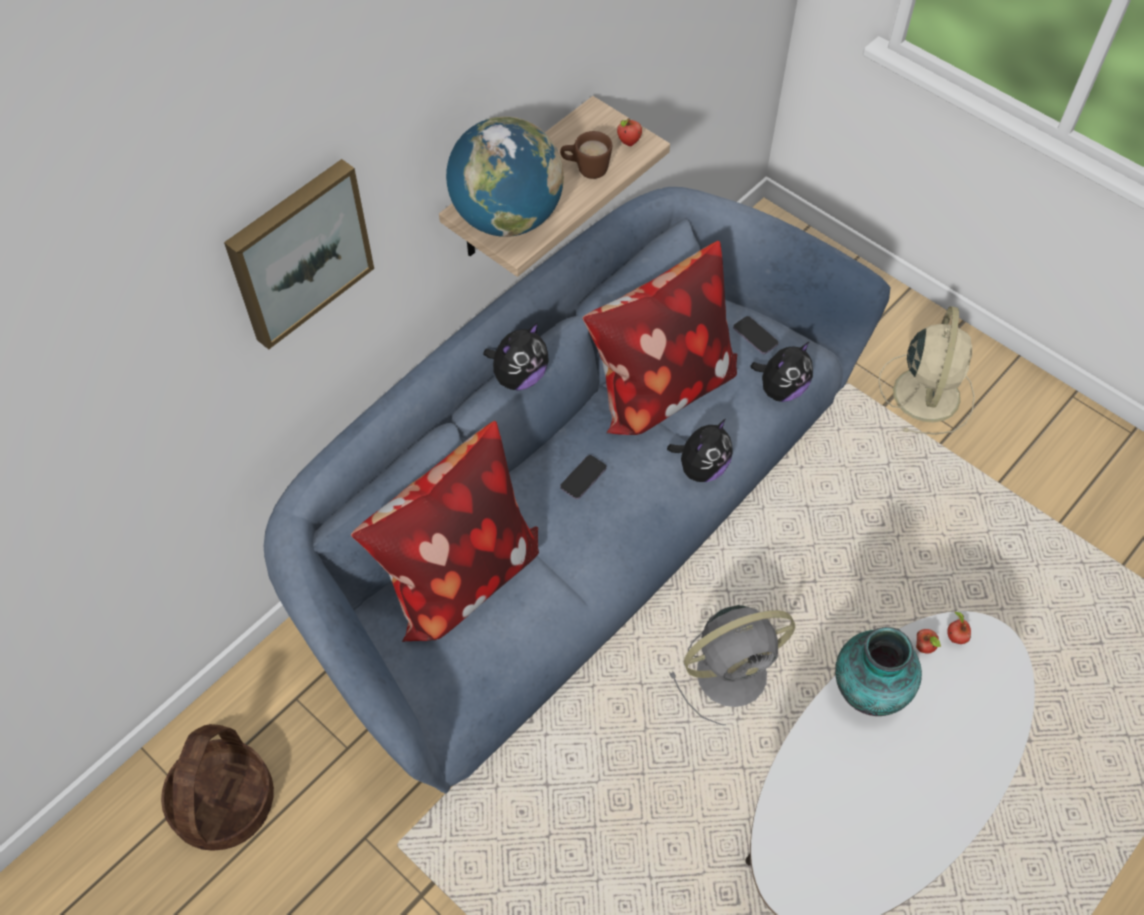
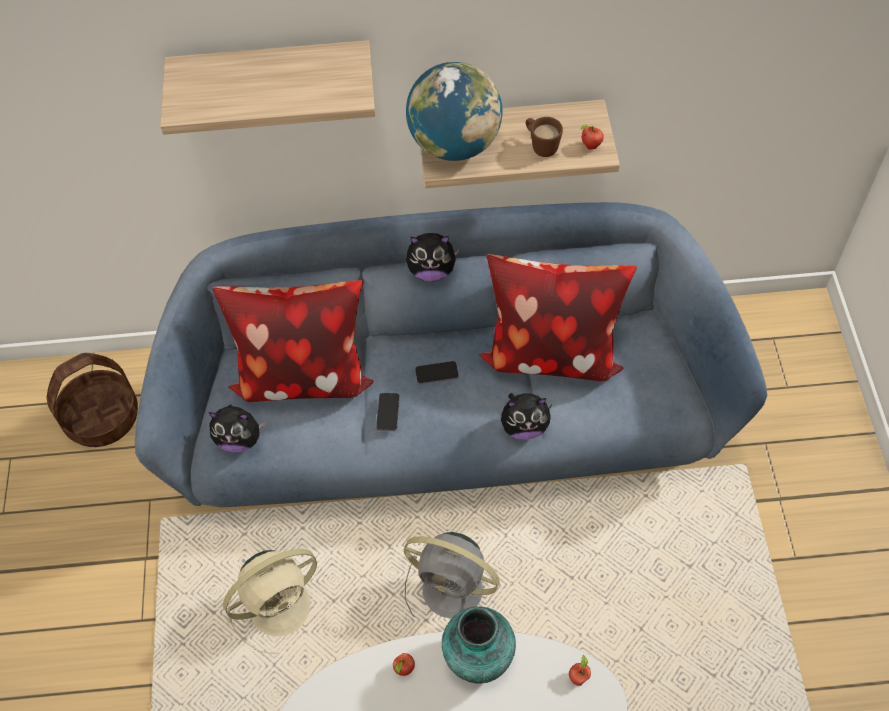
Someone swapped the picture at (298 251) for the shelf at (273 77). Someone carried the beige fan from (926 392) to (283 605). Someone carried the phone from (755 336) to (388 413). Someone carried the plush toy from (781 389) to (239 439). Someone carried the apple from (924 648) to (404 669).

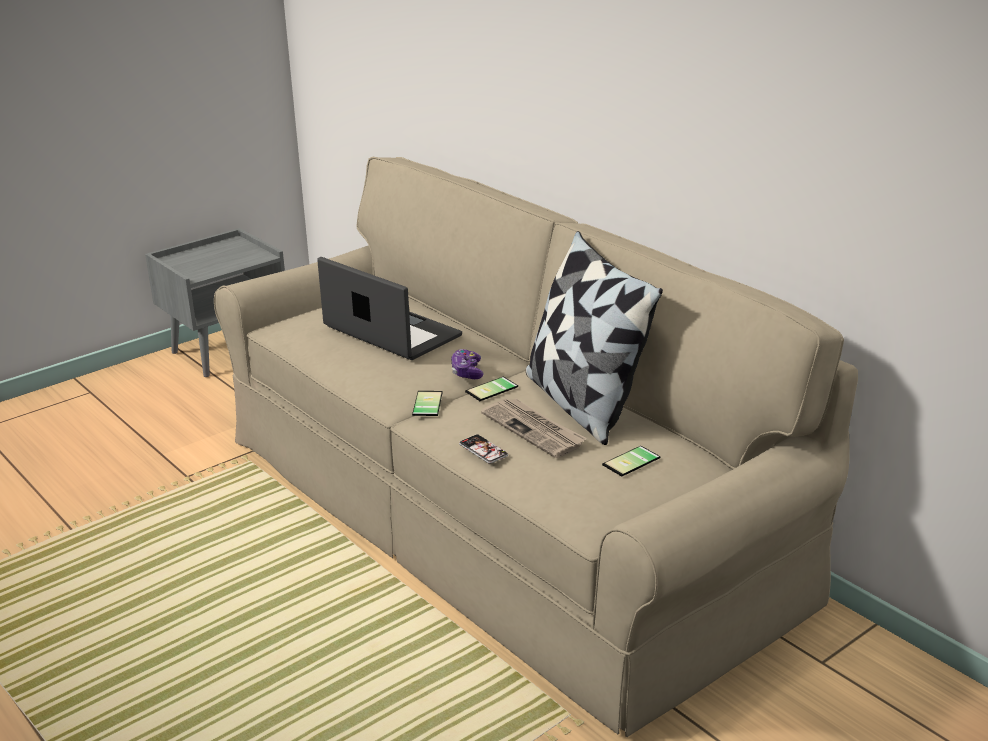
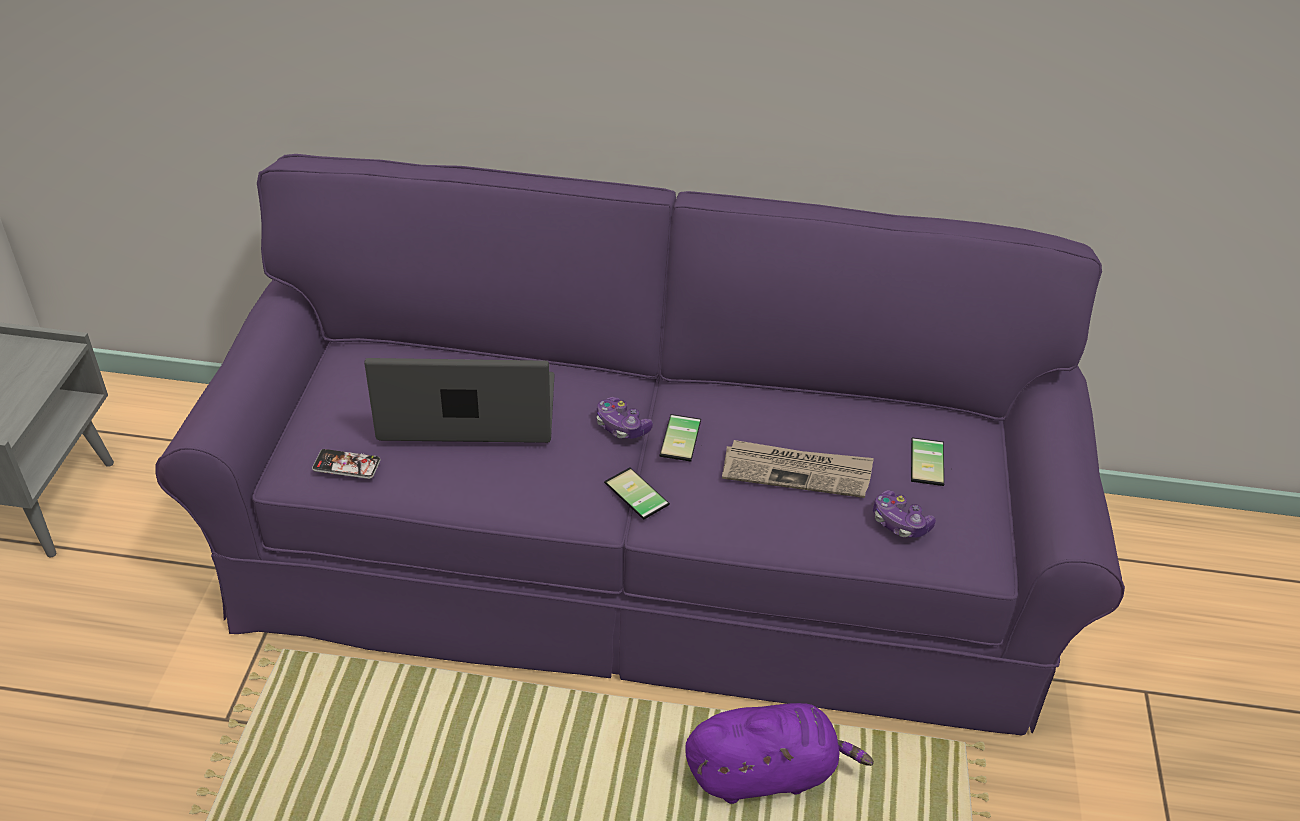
Someone repainted the beige sofa at (498 515), which became the purple sofa at (644 557). Someone took away the pillow at (583 404). Someone carried the phone from (483 450) to (346 465). Someone put down the game controller at (899 523). Someone put down the purple plush toy at (765 772).

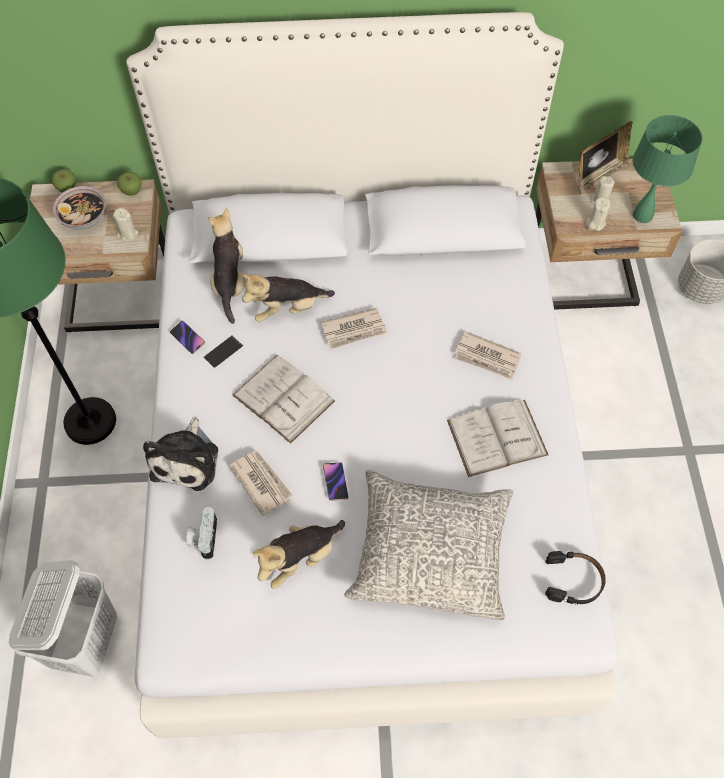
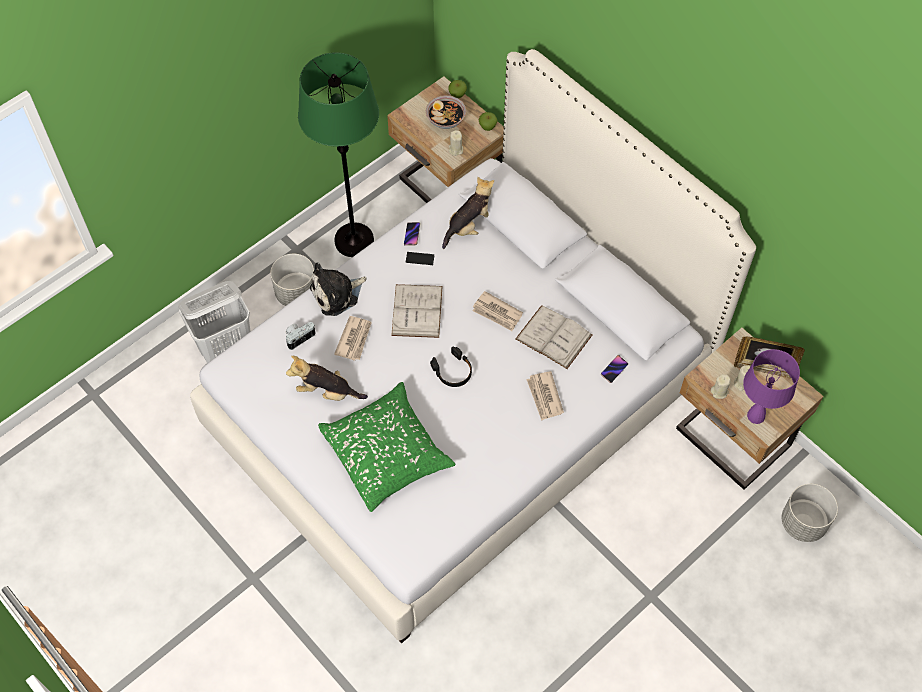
Someone repainted the green table lamp at (643 215), which became the purple table lamp at (756 416). Someone took away the plush toy at (288 309). Someone carried the white book from (497 437) to (553 337). Someone carried the phone from (335 482) to (614 370). Someone repainted the grey pillow at (430 551), which became the green pillow at (387 453). Someone carried the black headphones from (573 580) to (453 371). Someone put down the grey planter at (296 293).

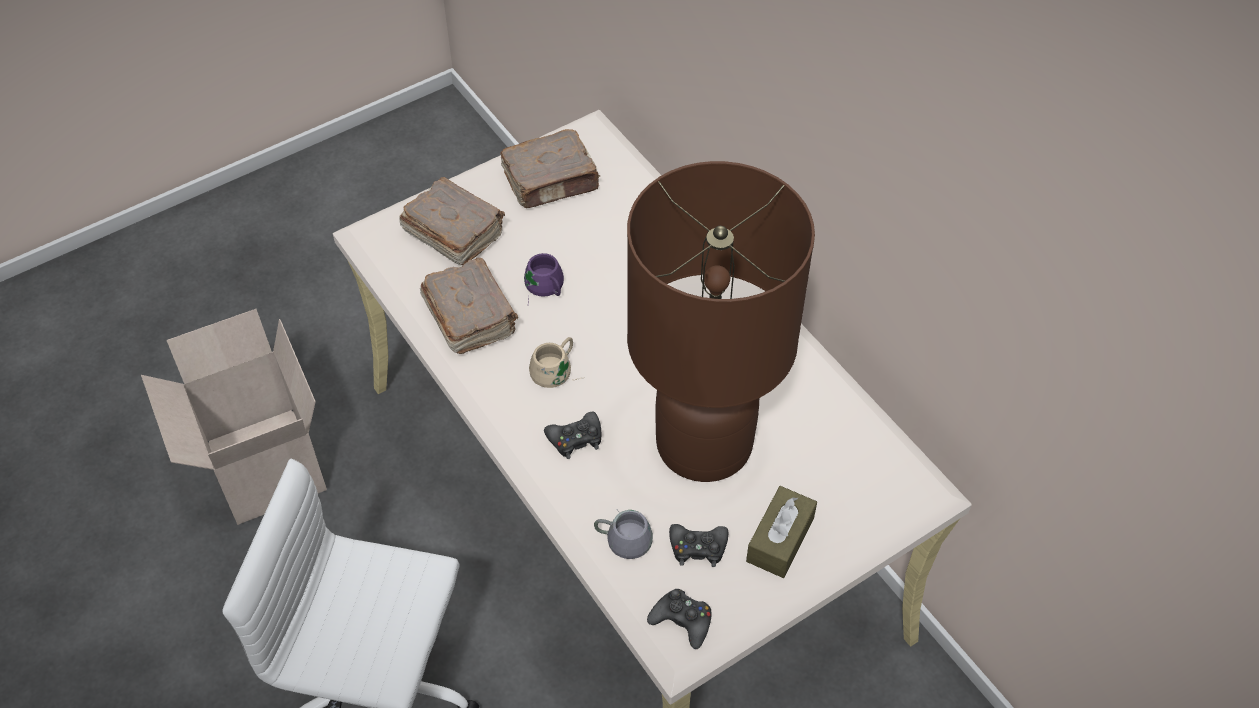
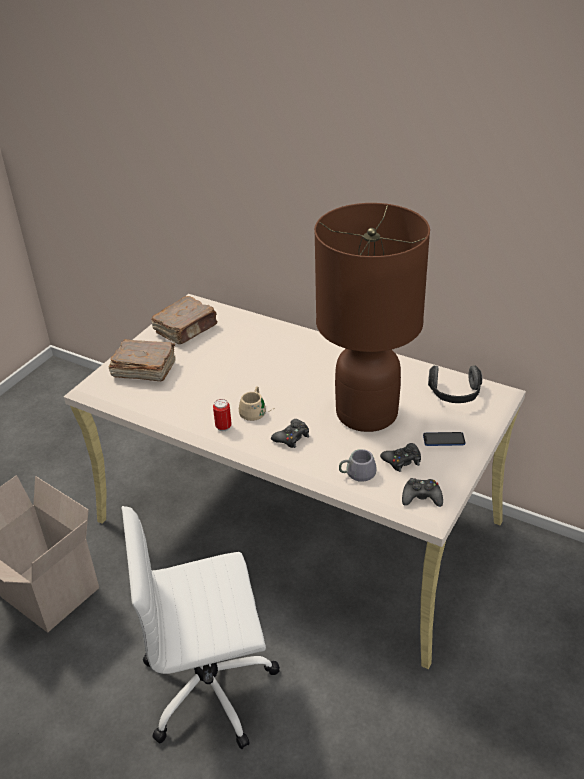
Someone took away the purple mug at (543 288). Someone took away the brown book at (470 316). Someone swapped the brown tissue box at (780 540) for the phone at (443 440). Someone put down the headphones at (454 395). Someone put down the can at (223 427).

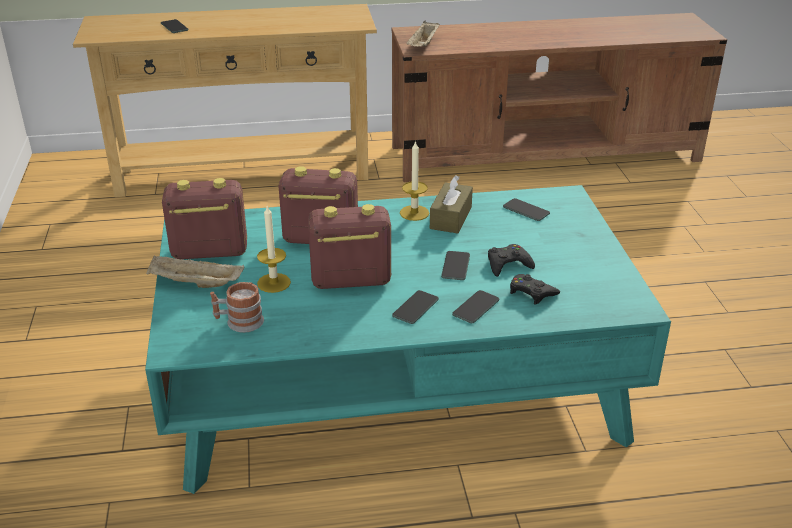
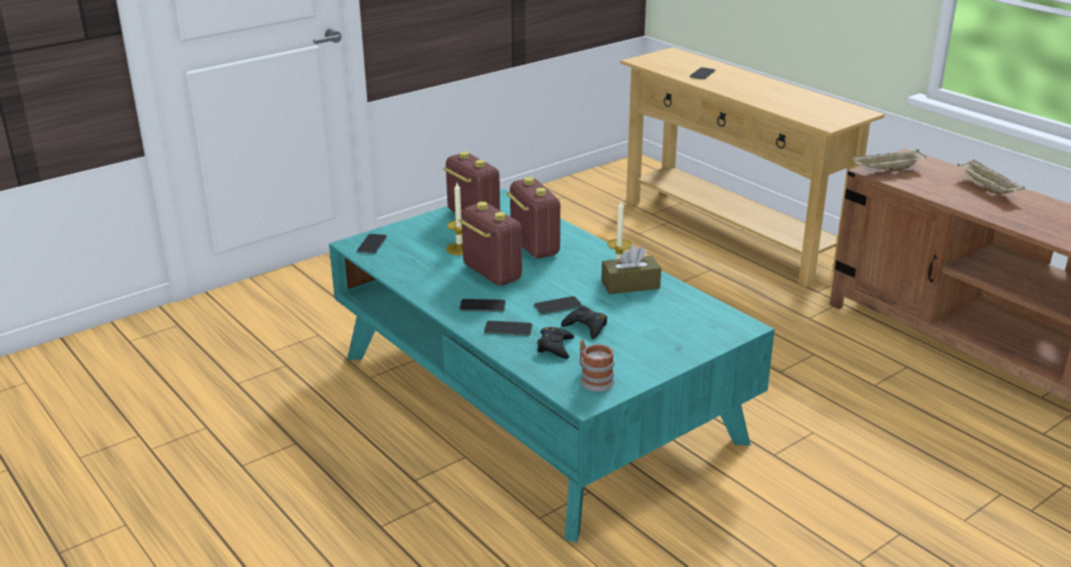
Someone carried the phone from (526 210) to (372 244). Someone carried the beige tray from (195 284) to (986 188). Someone carried the mug from (239 322) to (593 379).

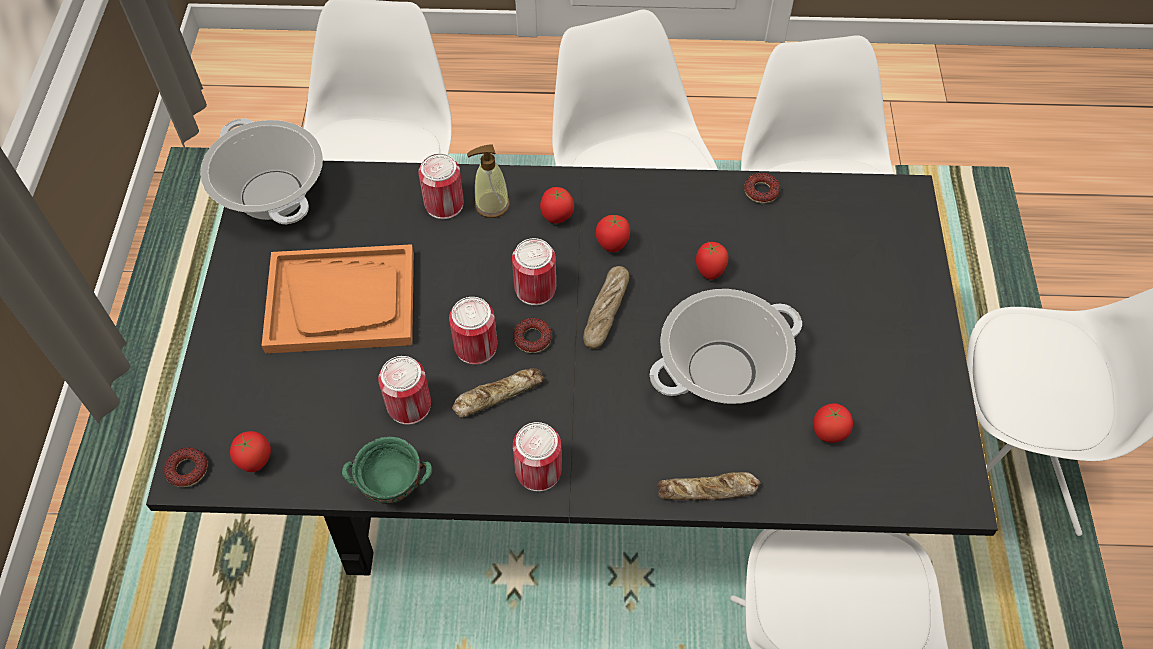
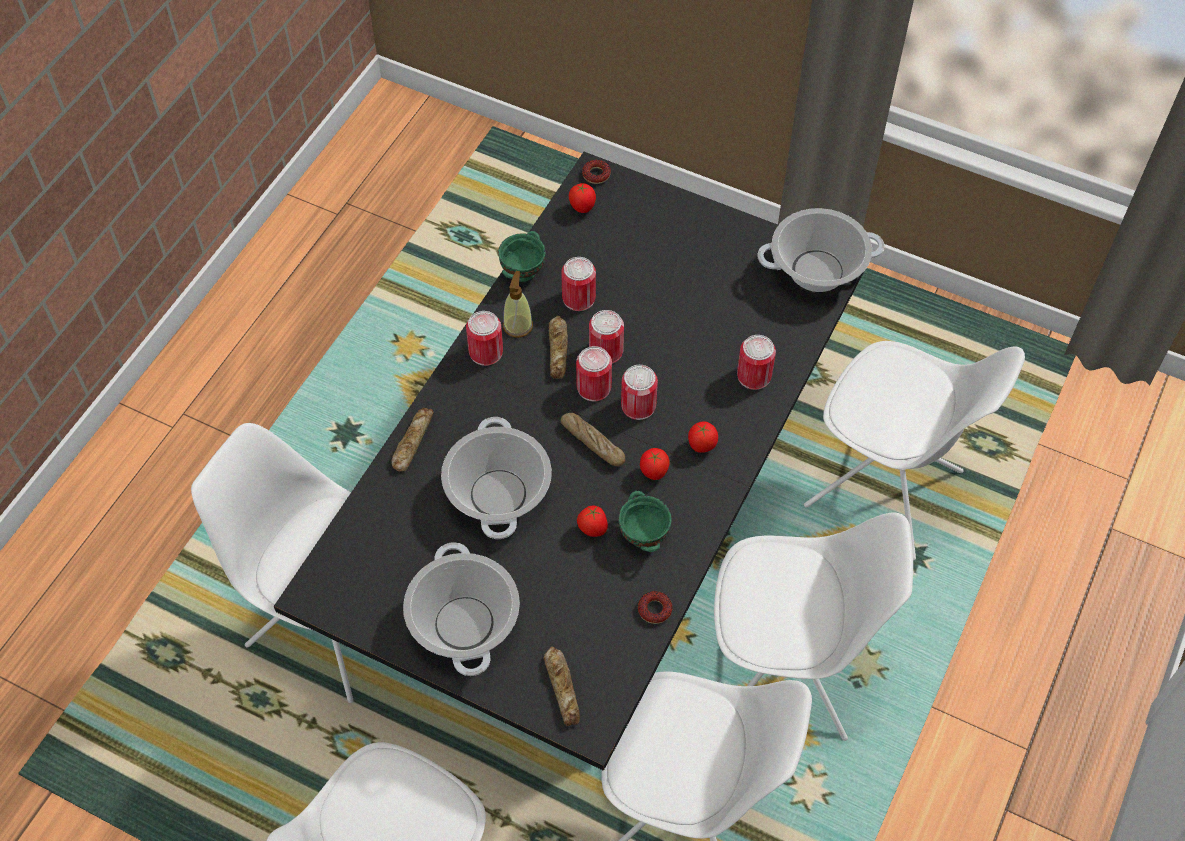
Someone carried the soap dispenser from (491 205) to (518 325). Someone took away the orange tray at (342 301). Someone swapped the donut at (532 338) for the can at (594 387). Someone took away the tomato at (828 433). Someone put down the green bowl at (643 536). Someone put down the cooking pot at (465 624). Someone put down the bread at (563 688).

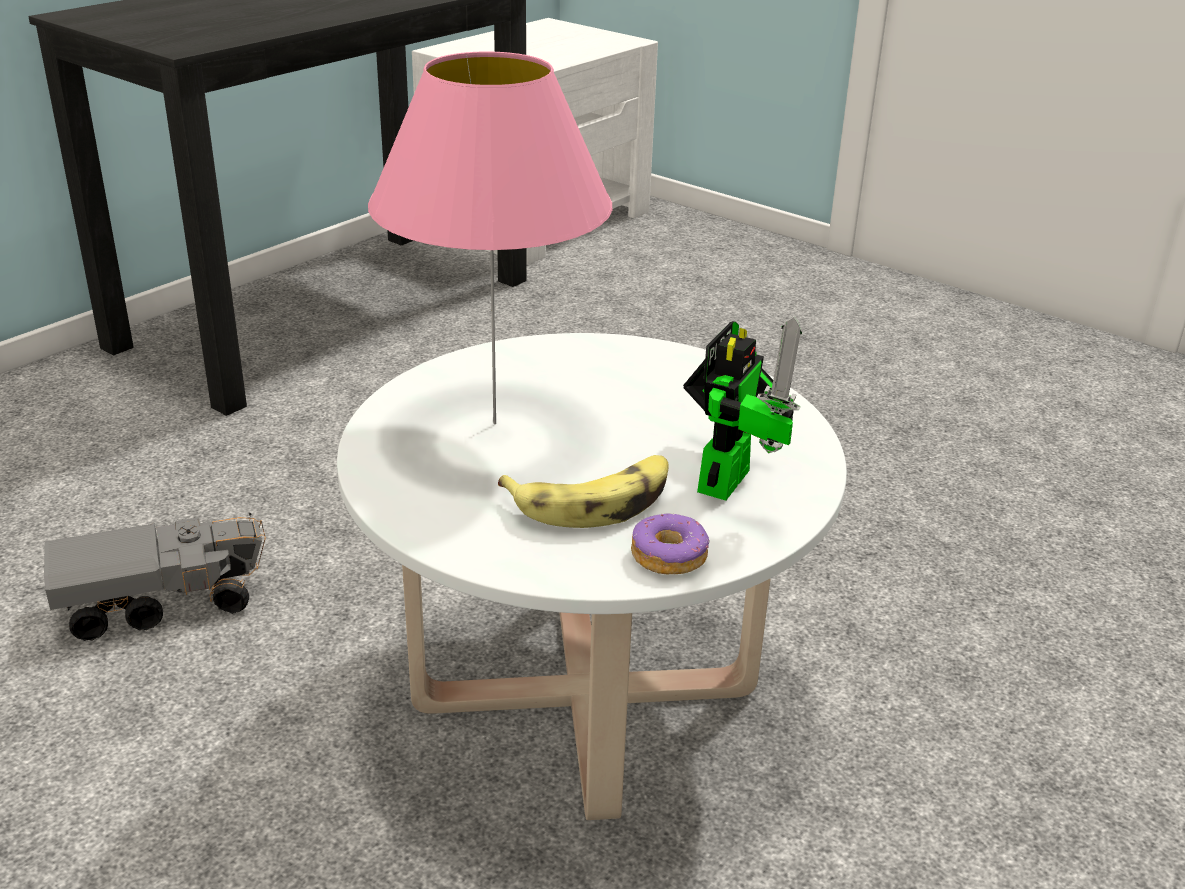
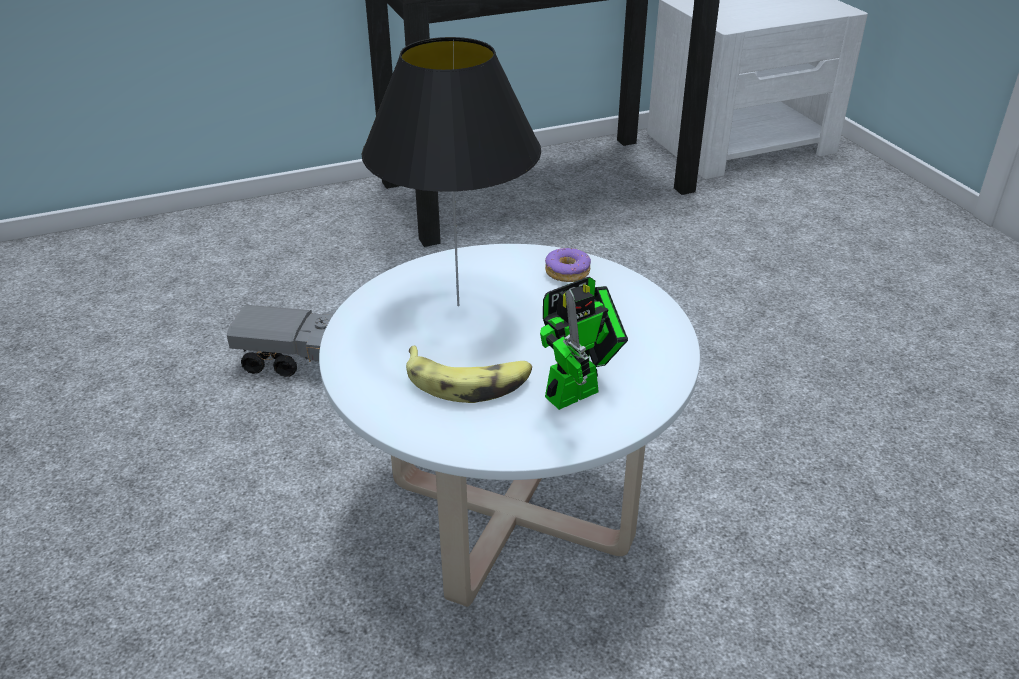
Someone repainted the pink table lamp at (493 423), which became the black table lamp at (457 305). Someone carried the donut from (669 556) to (567 272).

